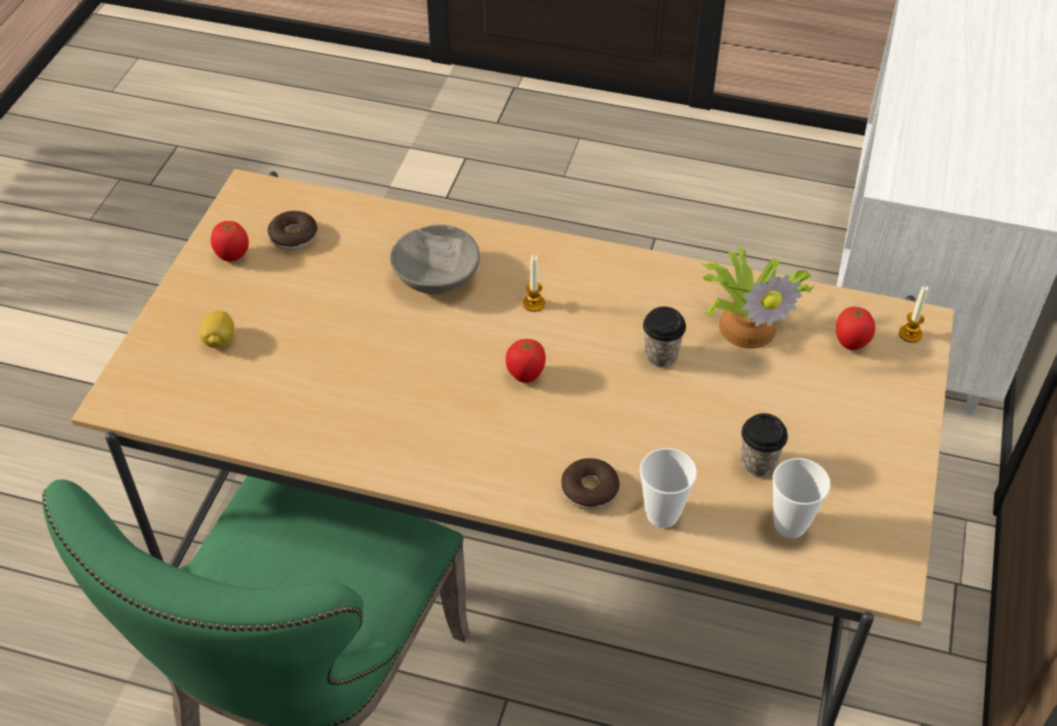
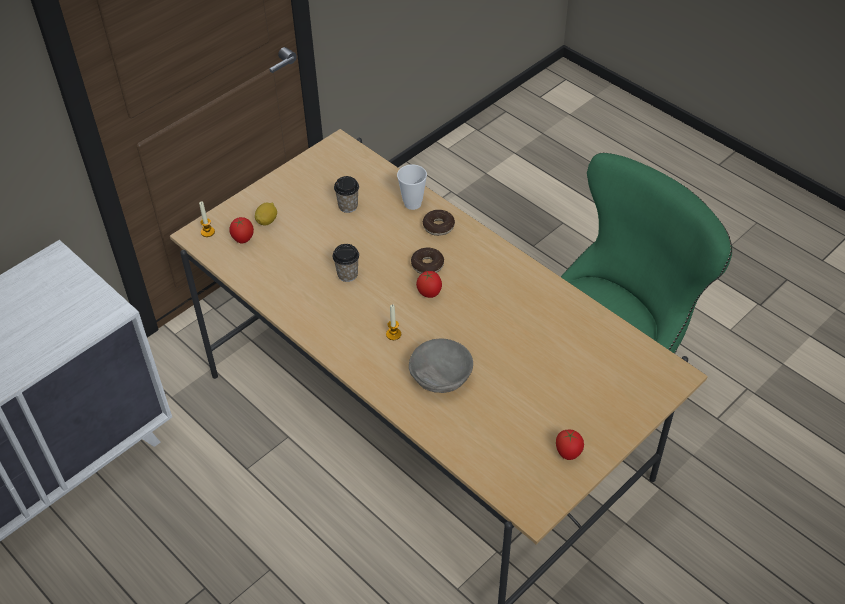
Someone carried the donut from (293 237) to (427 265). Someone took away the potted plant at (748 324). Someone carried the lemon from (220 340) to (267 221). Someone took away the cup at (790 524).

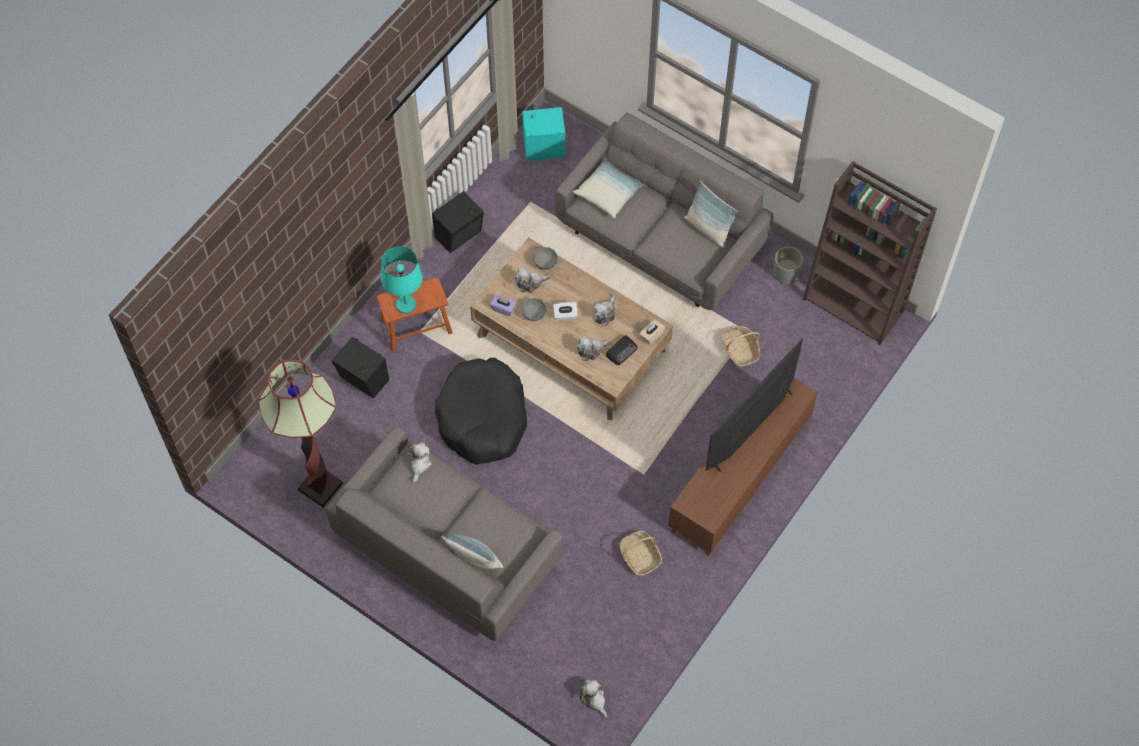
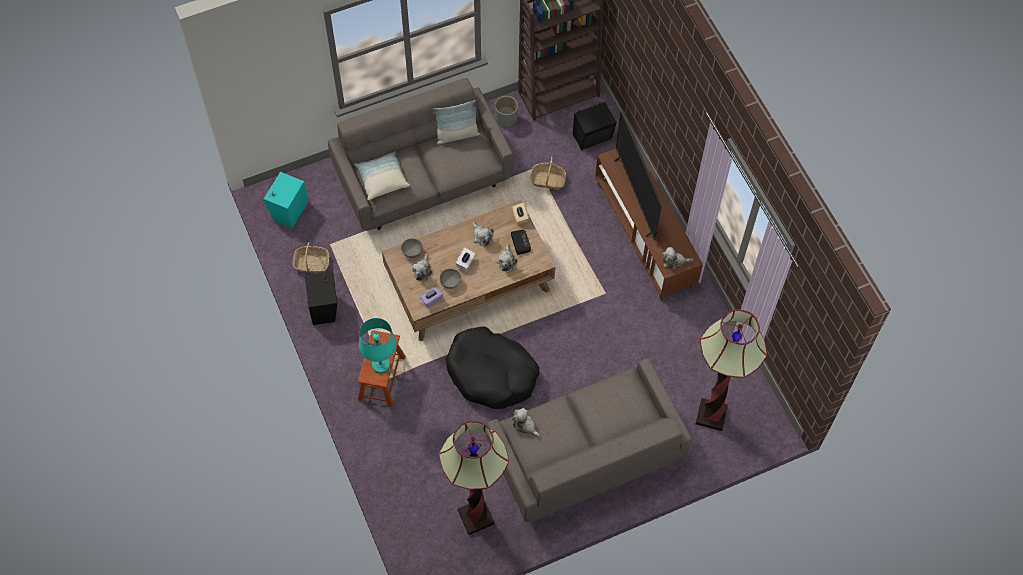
Someone carried the black speaker from (364 380) to (593 137). Someone carried the basket from (640 556) to (311 263). Someone took away the pillow at (474 560). Someone carried the plush toy from (594 700) to (674 261). Someone put down the floor lamp at (711 415).

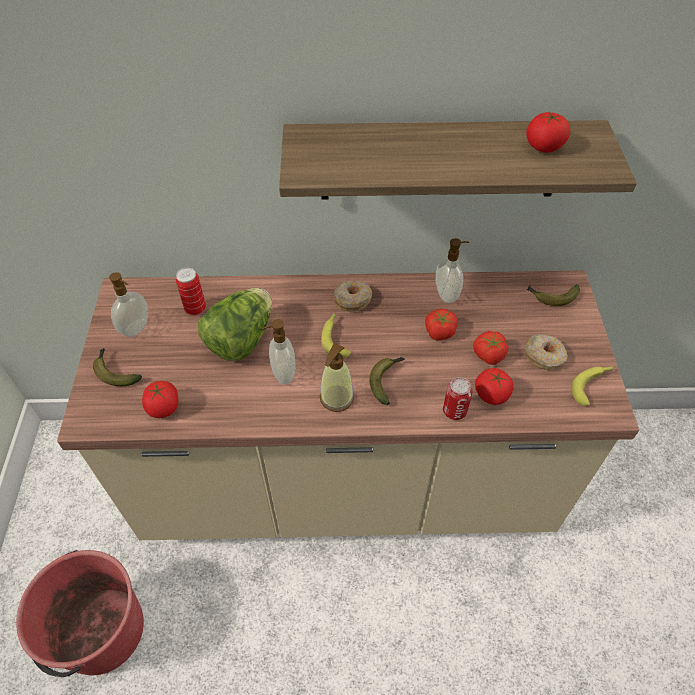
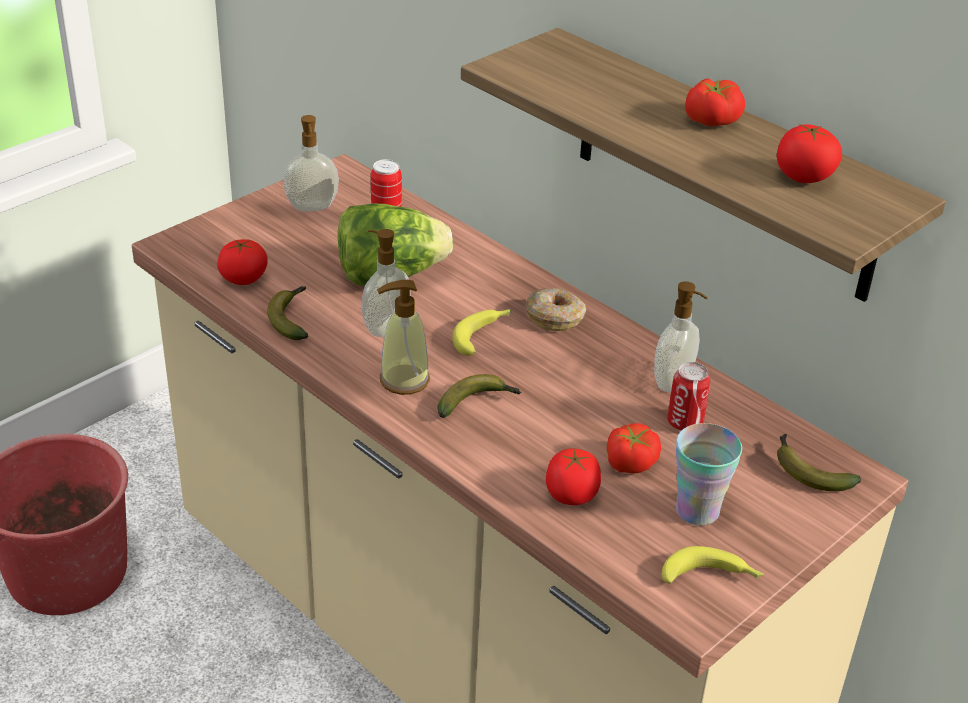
Someone carried the tomato from (439 331) to (711 119). Someone swapped the donut at (544 356) for the cup at (697 511). Someone carried the banana from (115 372) to (292 318). Someone carried the can from (454 411) to (684 422).

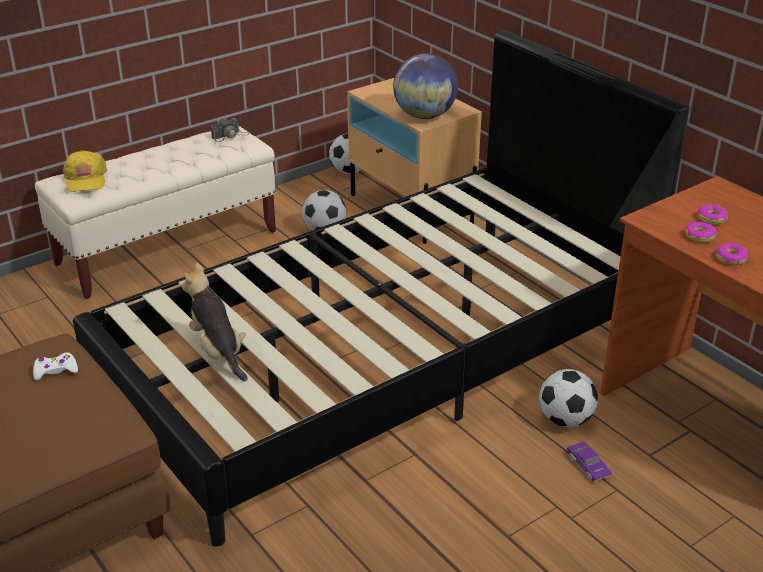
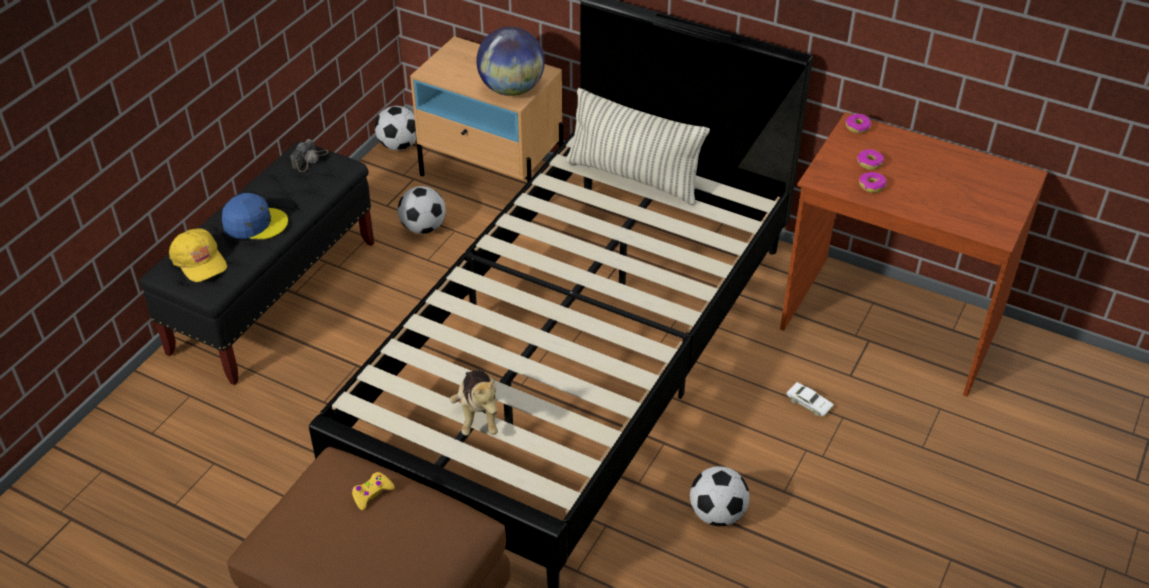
Someone repainted the beige bench at (168 248), which became the black bench at (275 296). Someone carried the donut from (730 259) to (857 127). Someone rotated the plush toy at (218 351) by 135 degrees counterclockwise. Someone repainted the white game controller at (55 371), which became the yellow game controller at (371 493). Someone carried the football from (565 420) to (717 514). Someone repainted the purple toy car at (588 466), which became the white toy car at (809 403). Someone put down the pillow at (633 177). Someone put down the blue cap at (254 223).

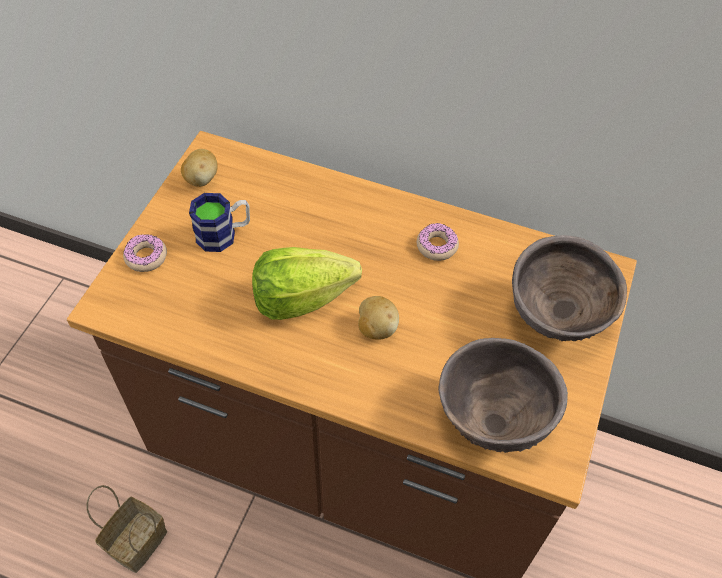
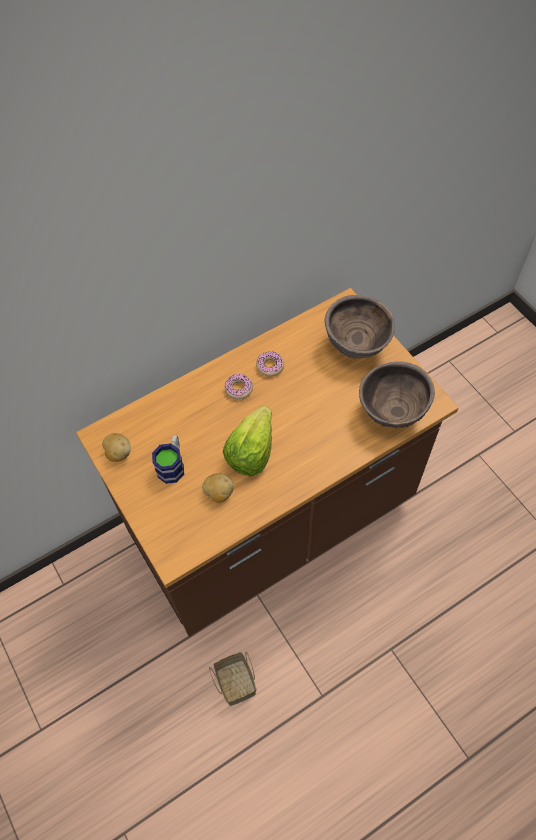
Someone carried the donut from (146 257) to (239 389). Someone carried the potato from (376 328) to (218 493).

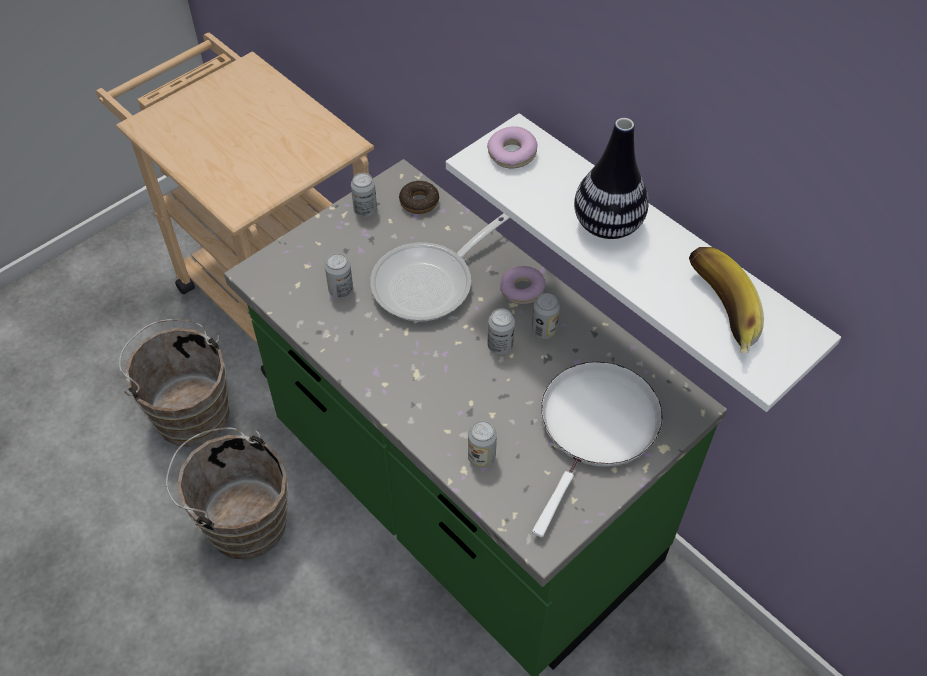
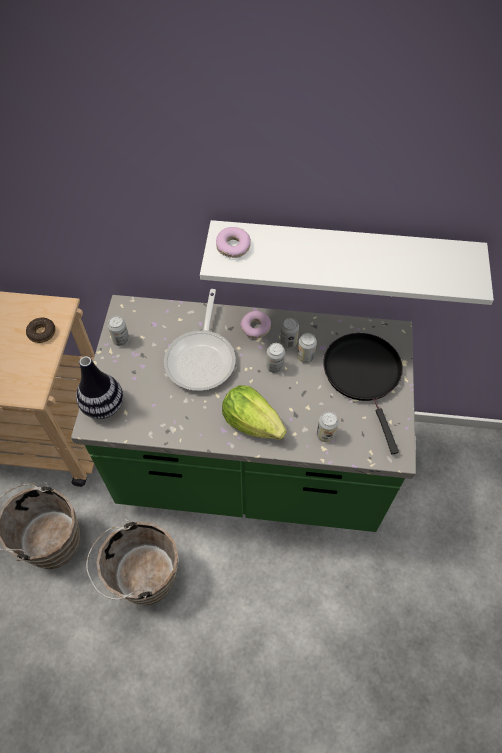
Someone carried the vase from (607 225) to (103 405). Someone carried the donut from (419 202) to (42 333). Someone took away the banana at (716 312). Someone carried the can from (341 291) to (305 357). Someone repainted the white frying pan at (596 427), which became the black frying pan at (364 375). Someone put down the lettuce at (252 422).

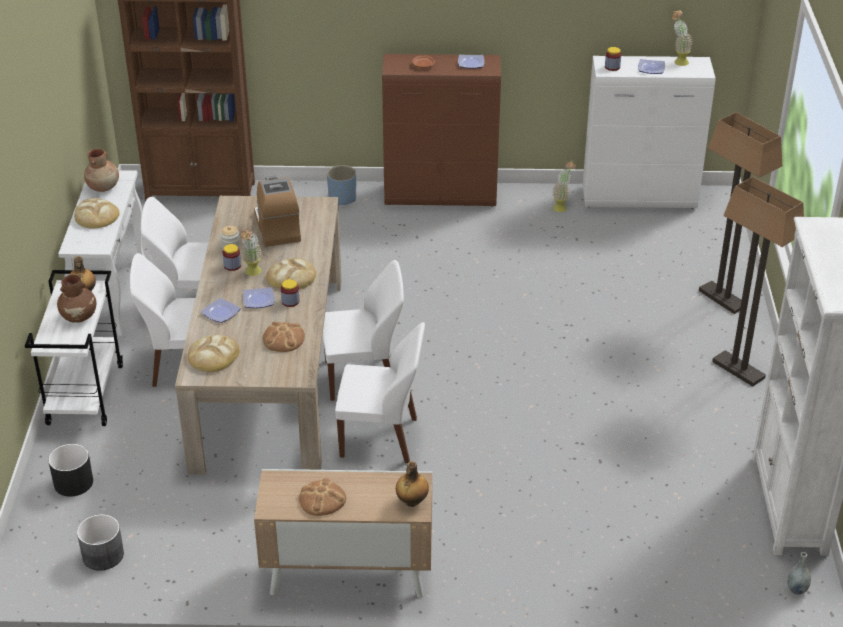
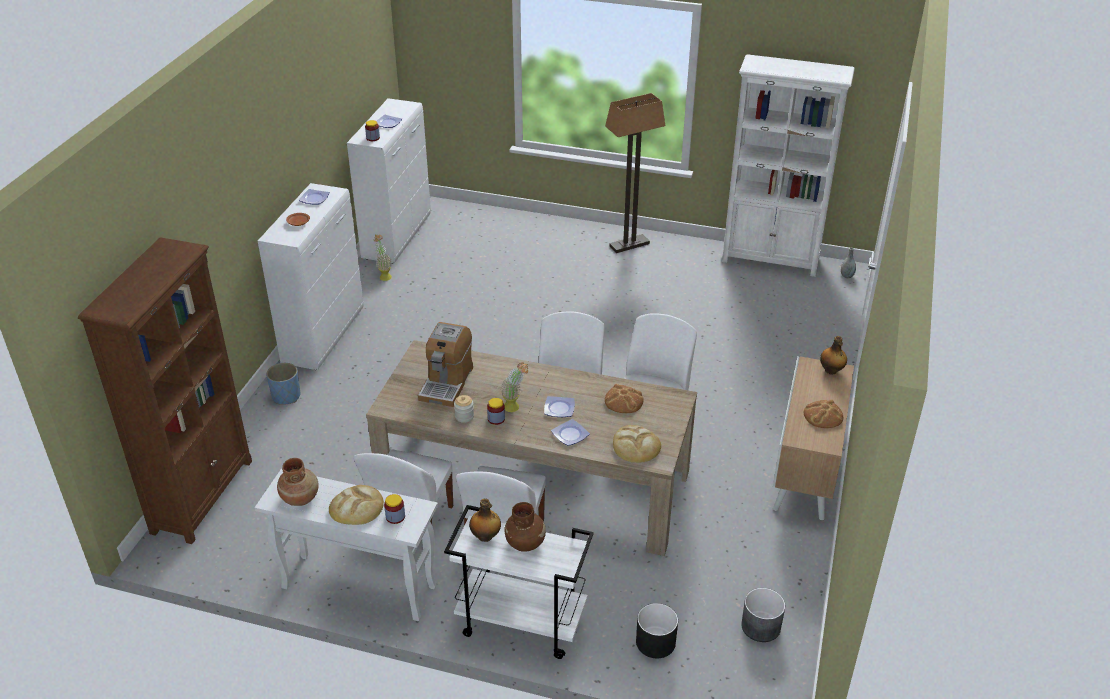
Someone took away the potted plant at (678 61). Someone repainted the brown cabinet at (441 196), which became the white cabinet at (324 336). Someone took away the floor lamp at (723 299). Someone rotated the coffee machine at (277 228) by 75 degrees counterclockwise. Someone took away the bread at (291 277). Someone carried the jar from (290 301) to (395 517).

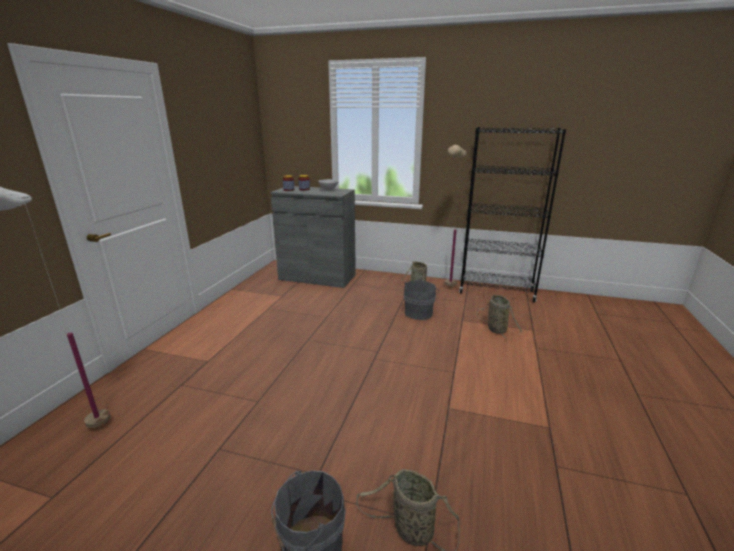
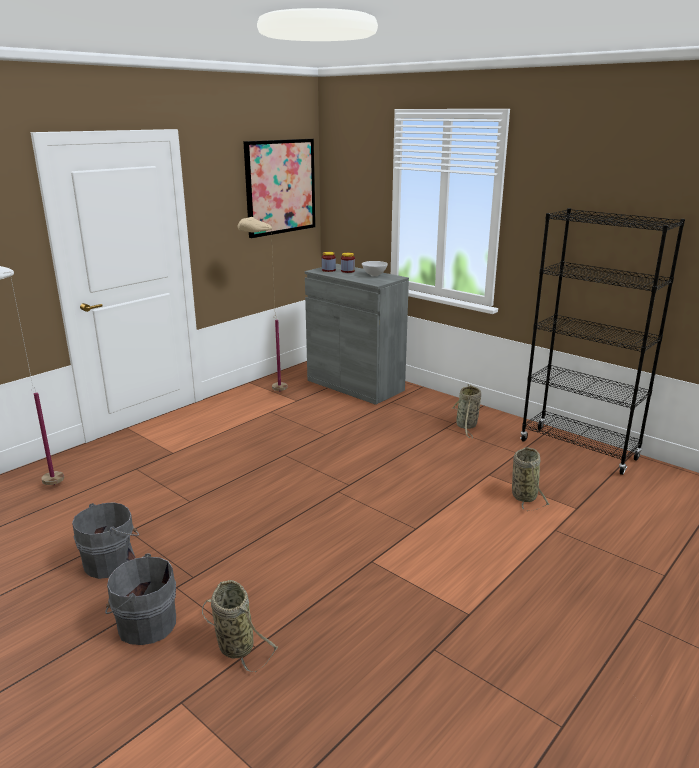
Someone carried the beige floor lamp from (447 290) to (268 395). Someone carried the grey bucket from (419 312) to (112 561). Someone put up the picture at (280 187).

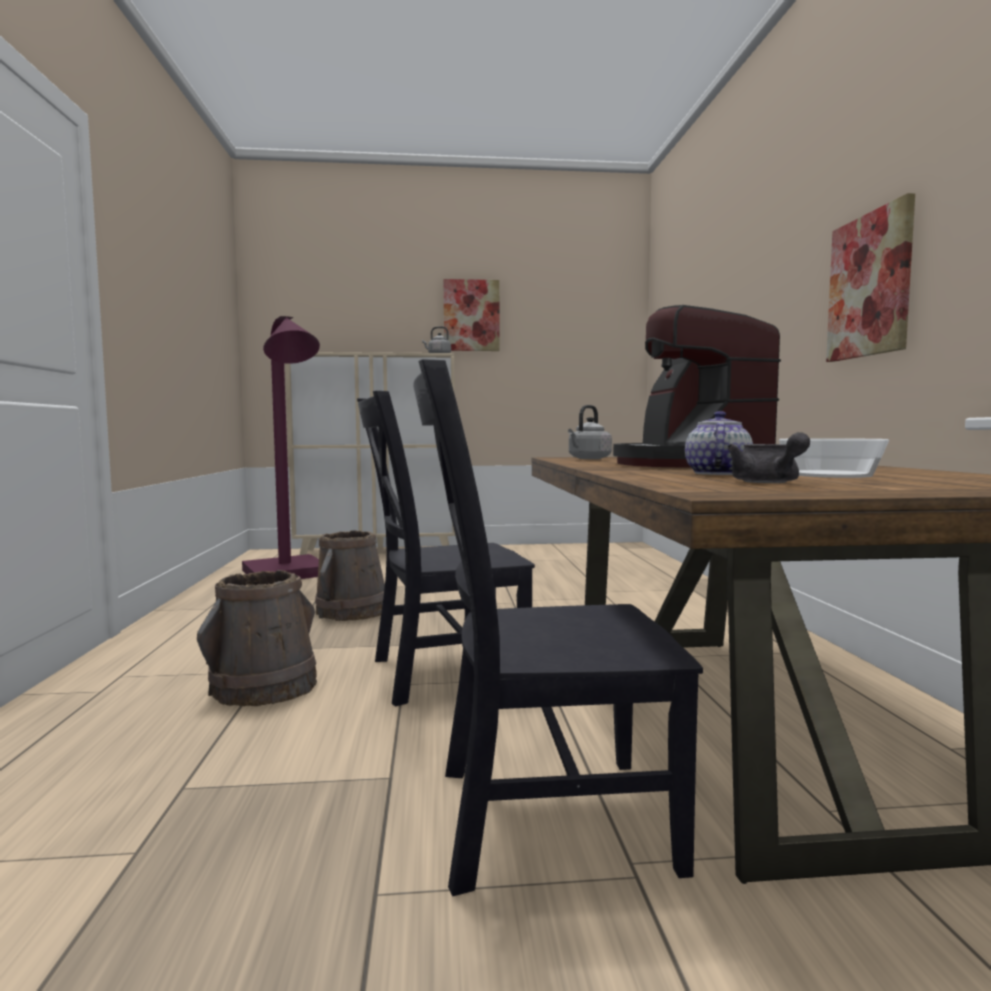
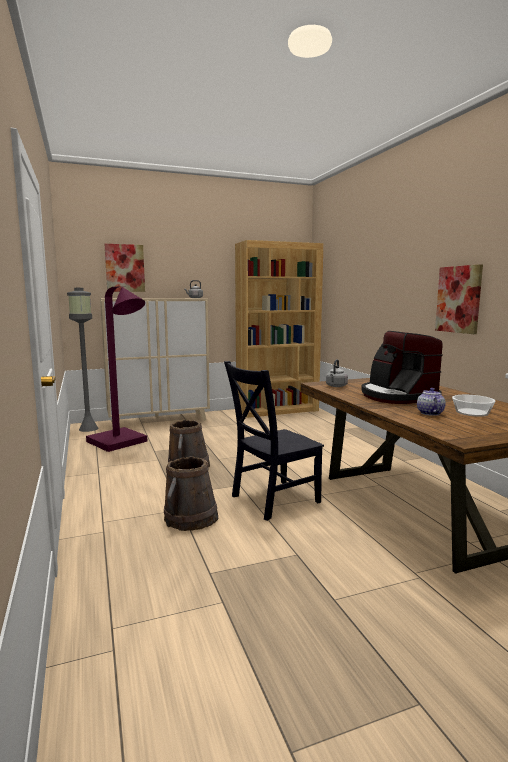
Someone carried the picture from (471 315) to (125 268). Someone took away the black chair at (540 817). Someone took away the grey teapot at (768 483). Someone put down the brown bookcase at (277 410). Someone put down the grey floor lamp at (88 429).

